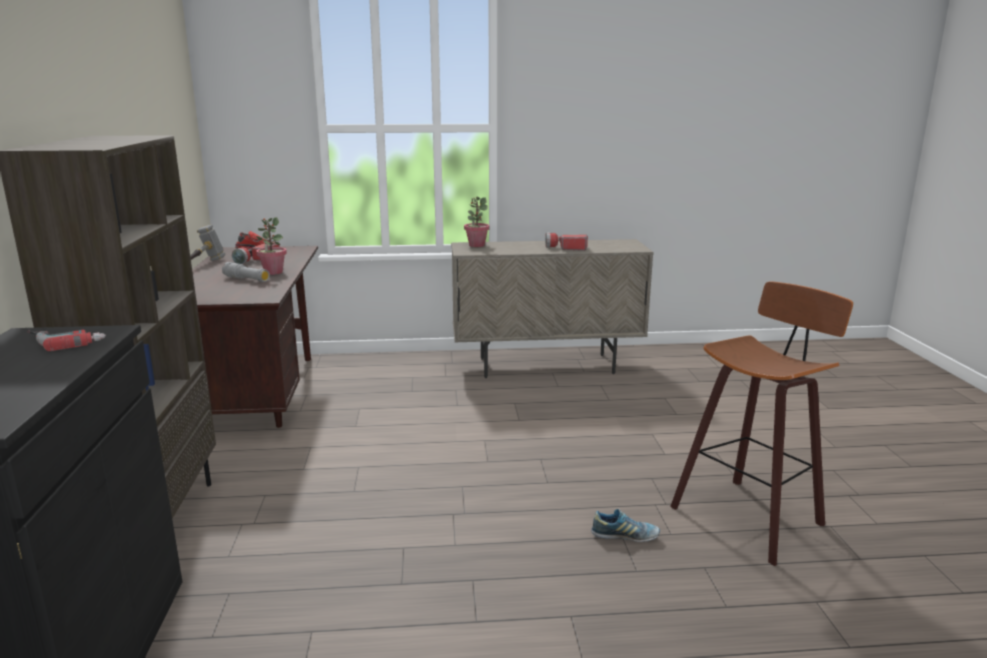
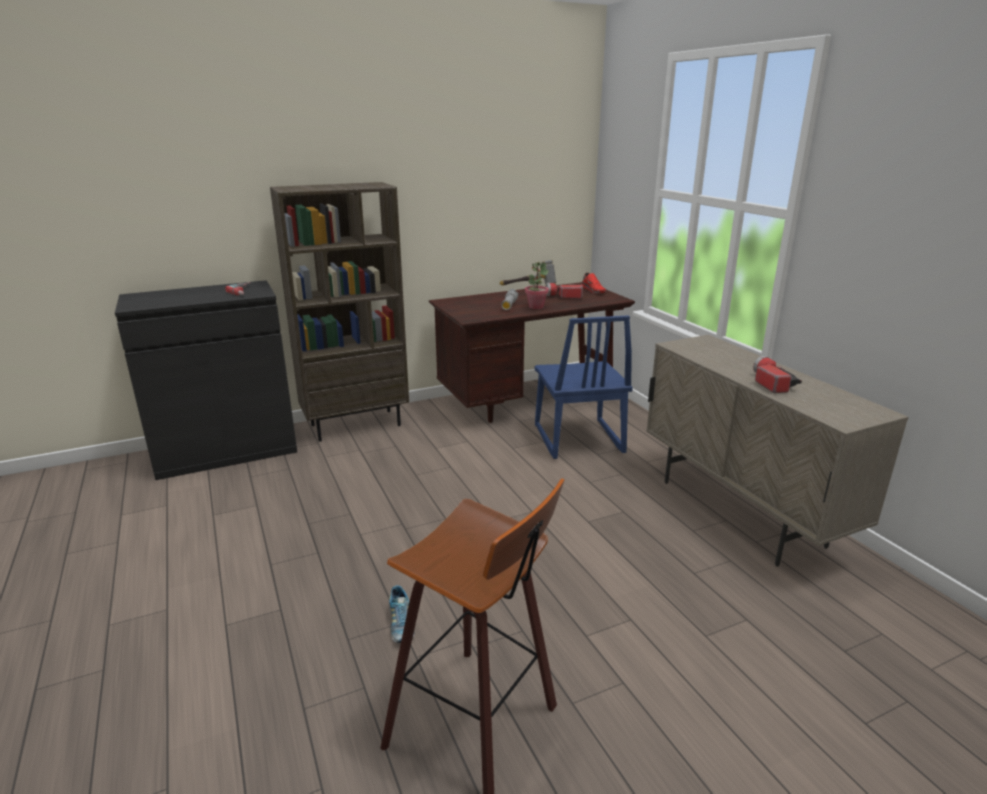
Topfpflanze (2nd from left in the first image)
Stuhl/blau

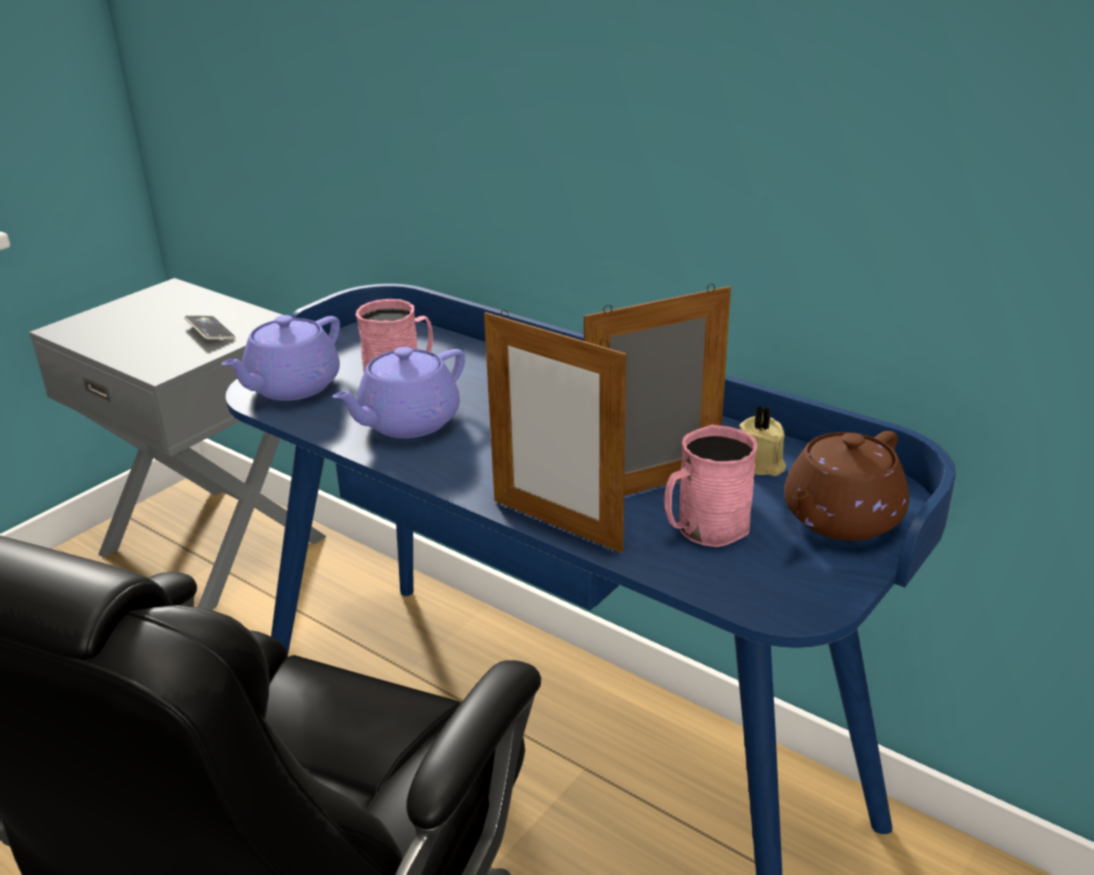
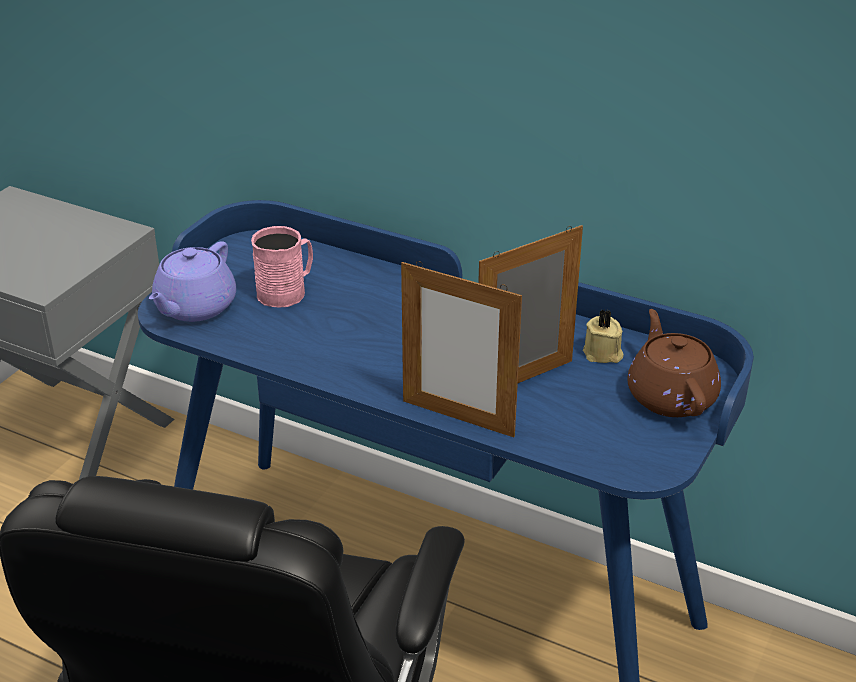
Handy
Teekanne/lila (2nd from left in the first image)
Henkelbecher/rosa (2nd from left in the first image)
Teekanne/braun

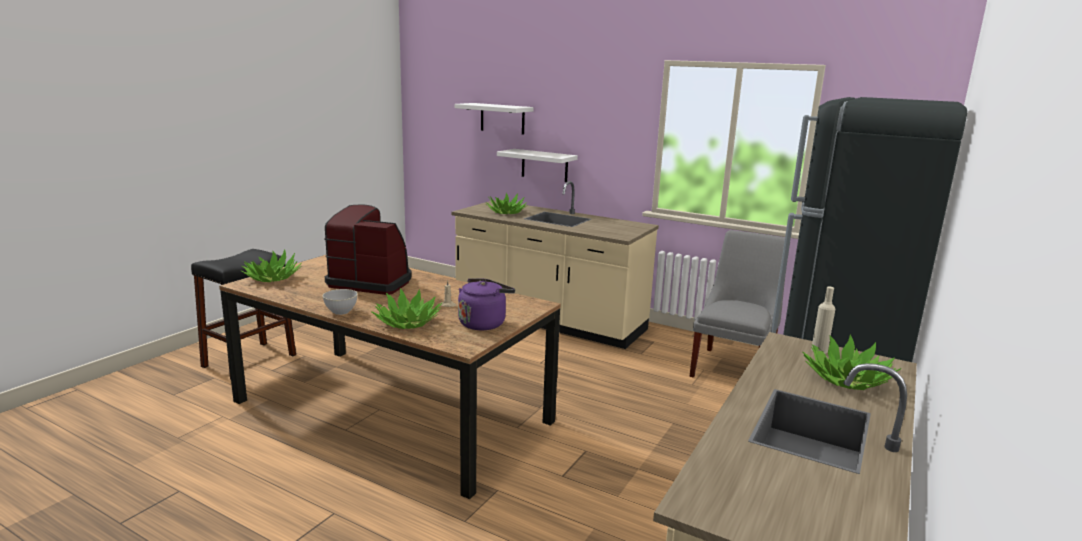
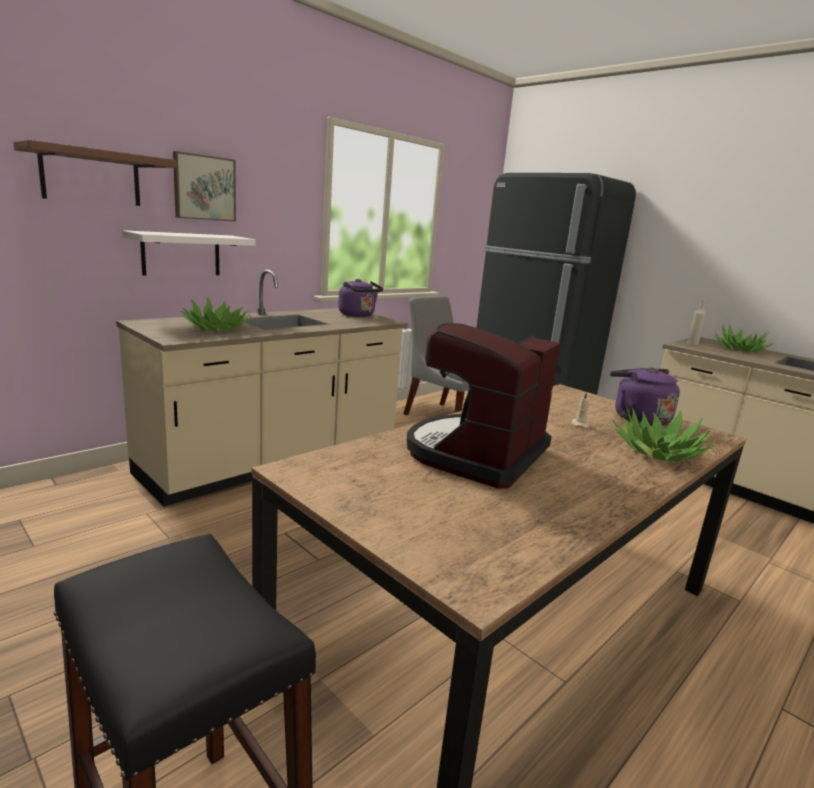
Wandregal/braun
Topfpflanze (1st from left in the first image)
Schüssel/grau
Bild
Wasserkessel/lila (1st from left)

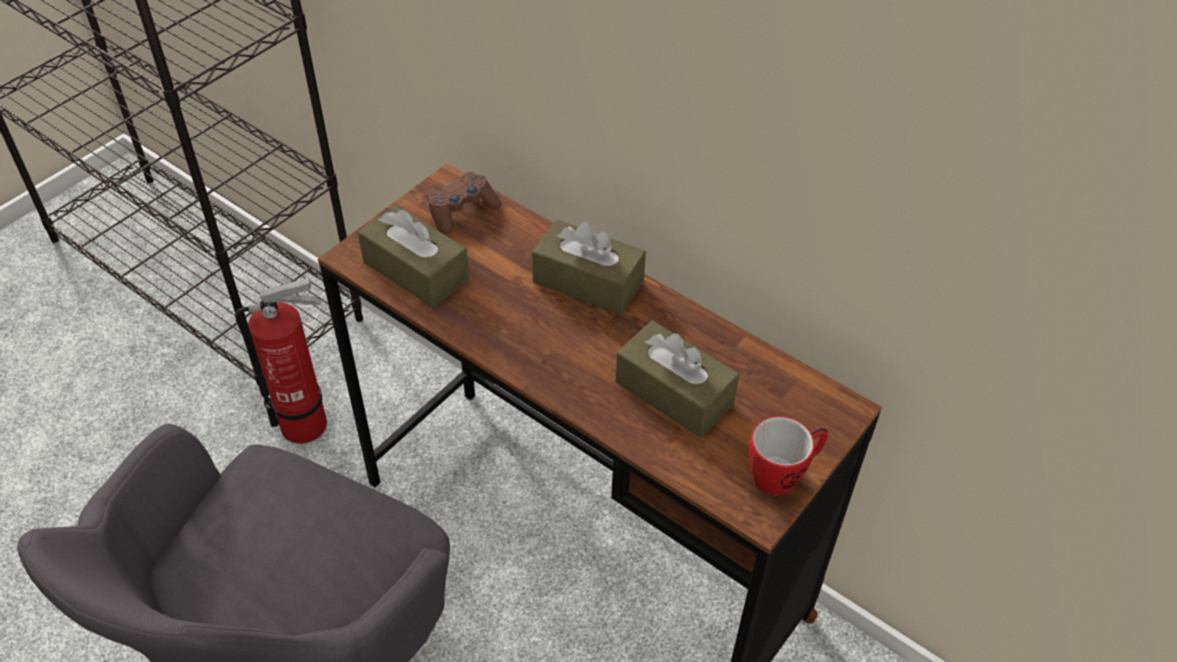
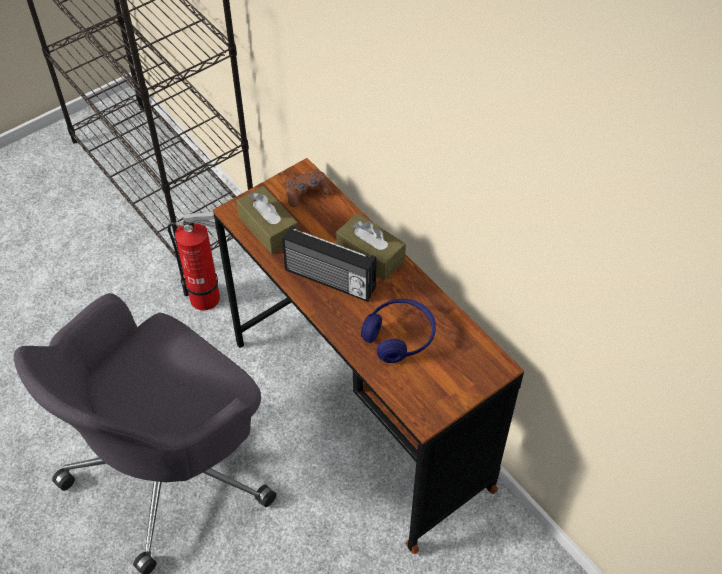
Kopfhörer/blau
Henkelbecher
Radio

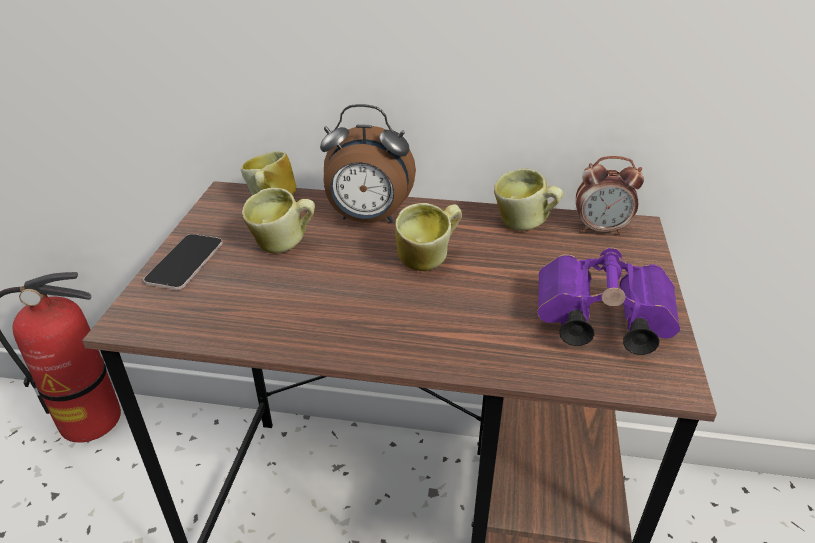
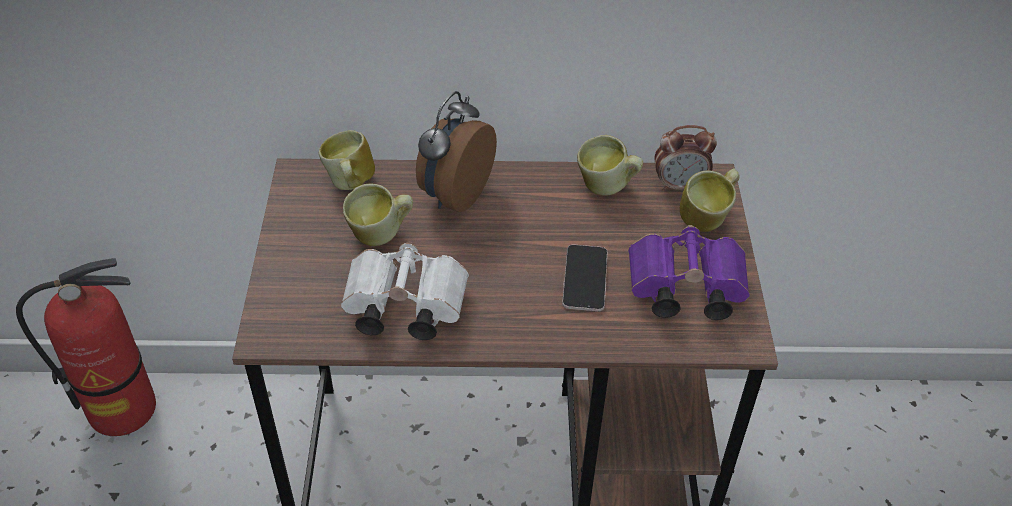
Wecker (1st from left)
Henkelbecher (4th from left)
Handy
Fernglas/weiß

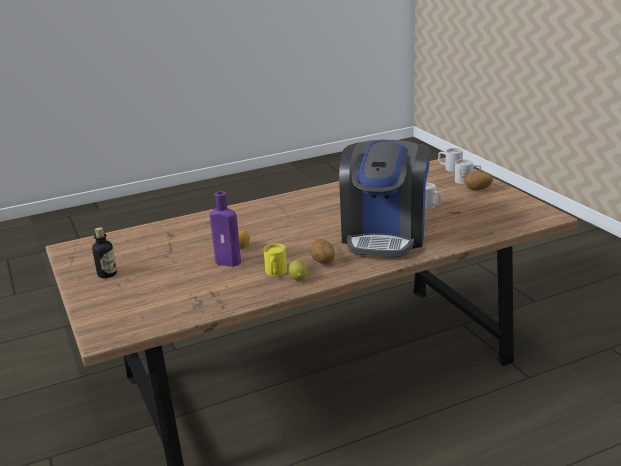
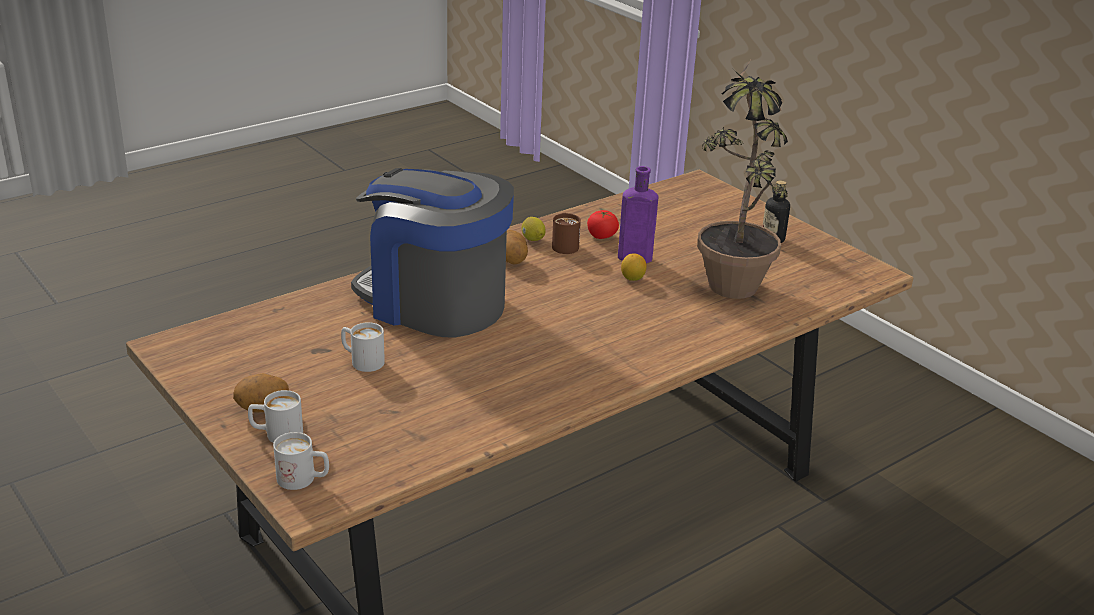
Kaffeemaschine
Henkelbecher/braun
Topfpflanze
Tomate

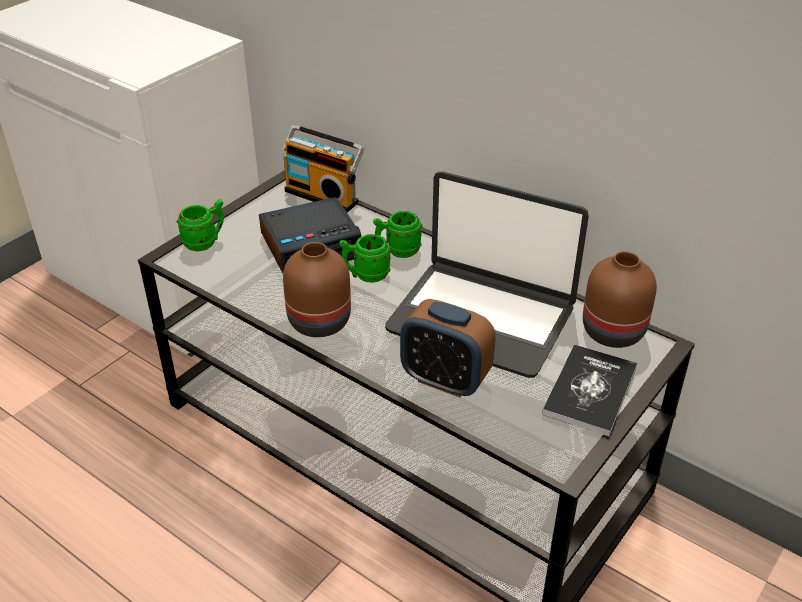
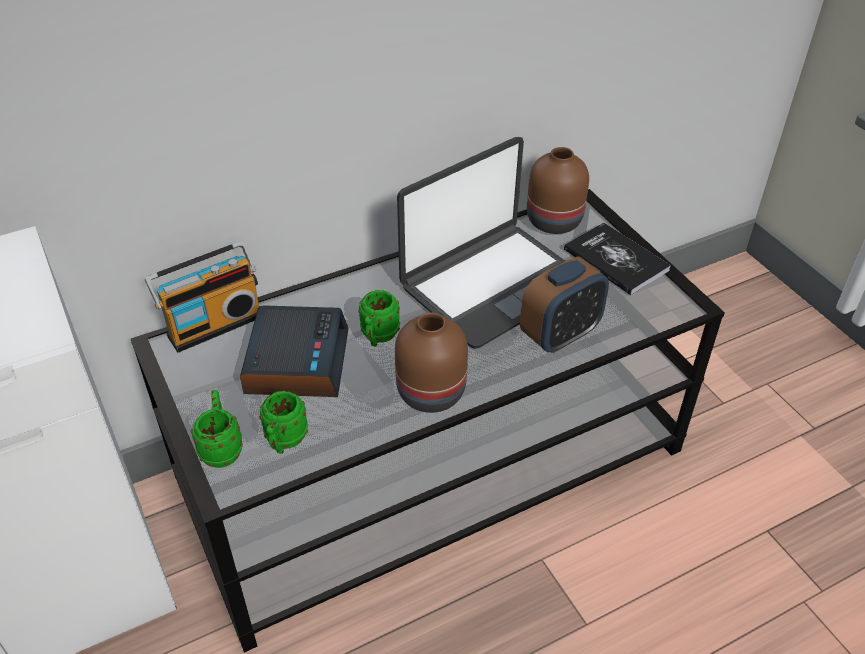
Henkelbecher/grün (2nd from left)

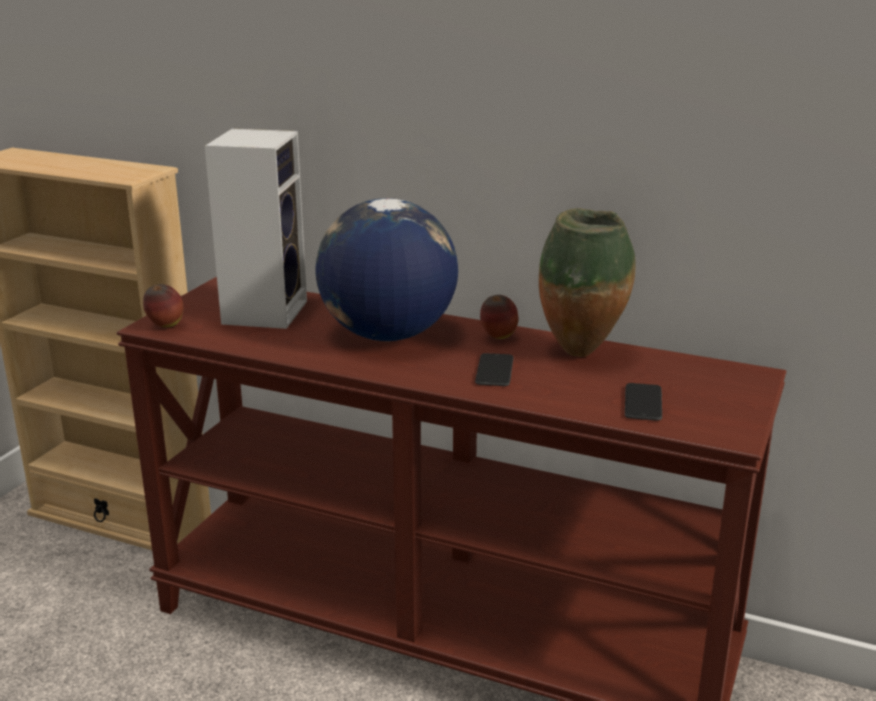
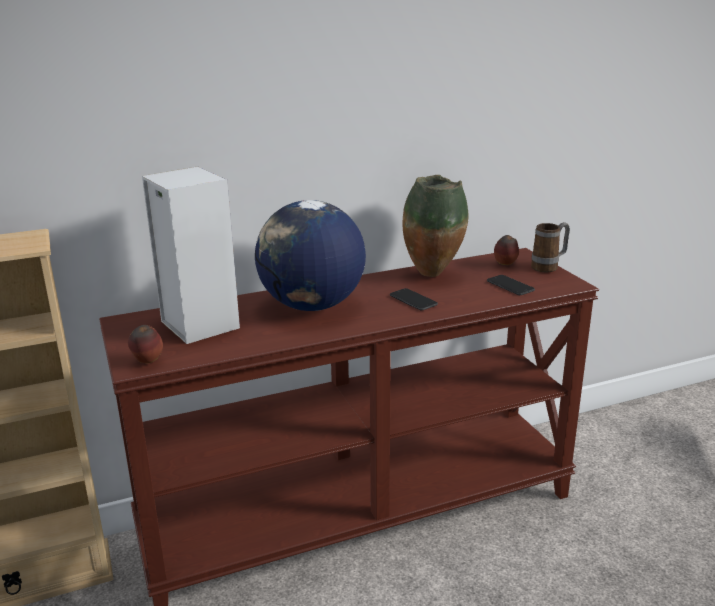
Apfel (2nd from left)
Henkelbecher

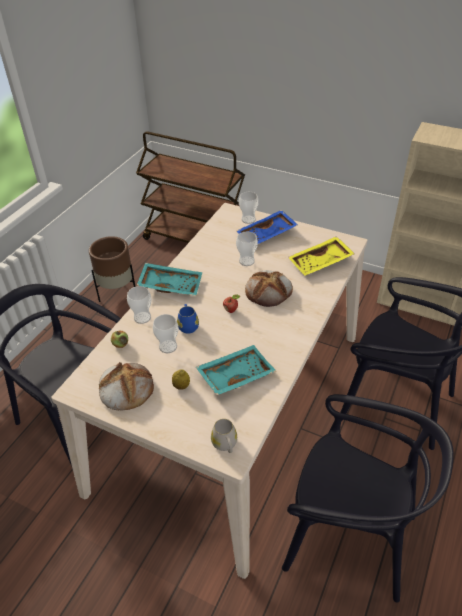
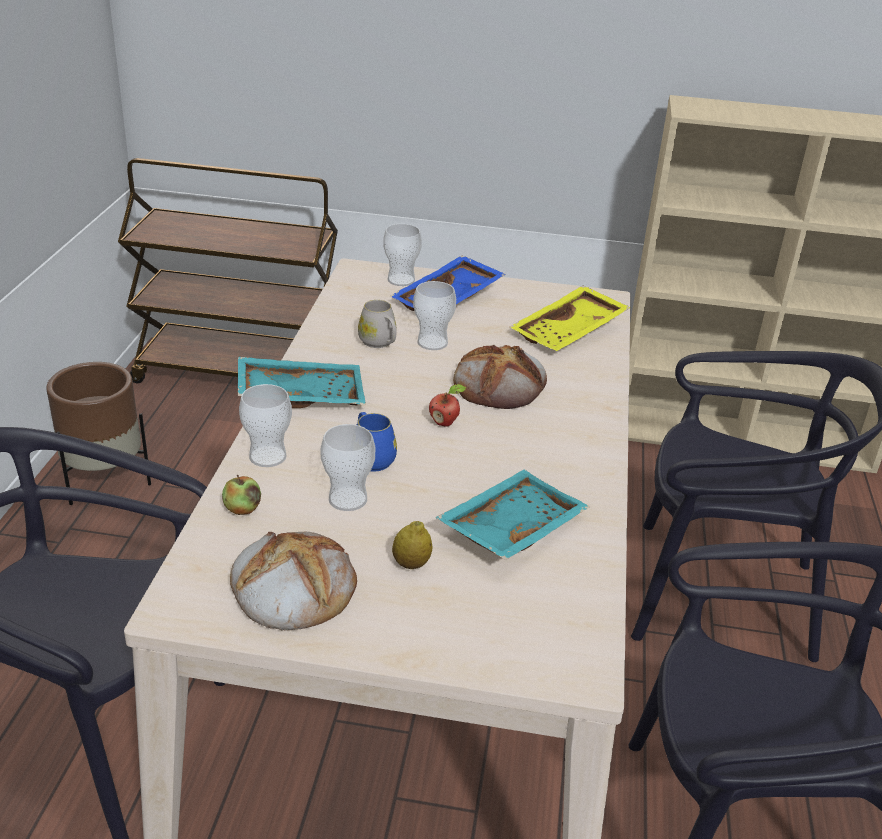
Henkelbecher/weiß

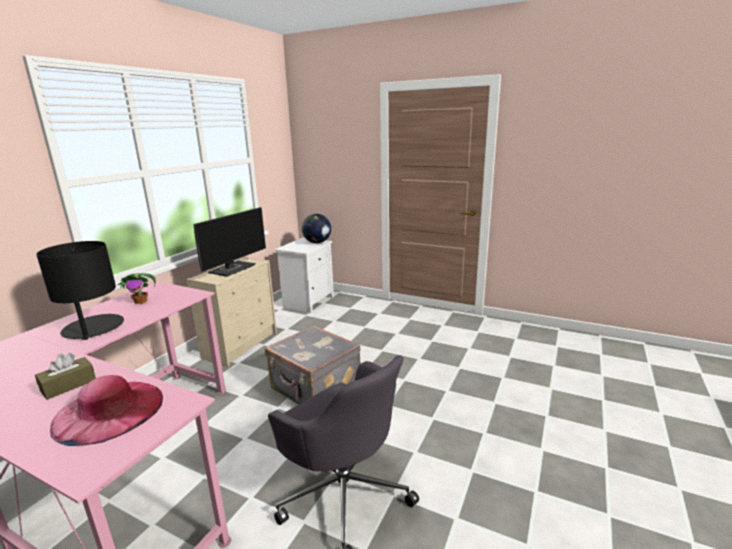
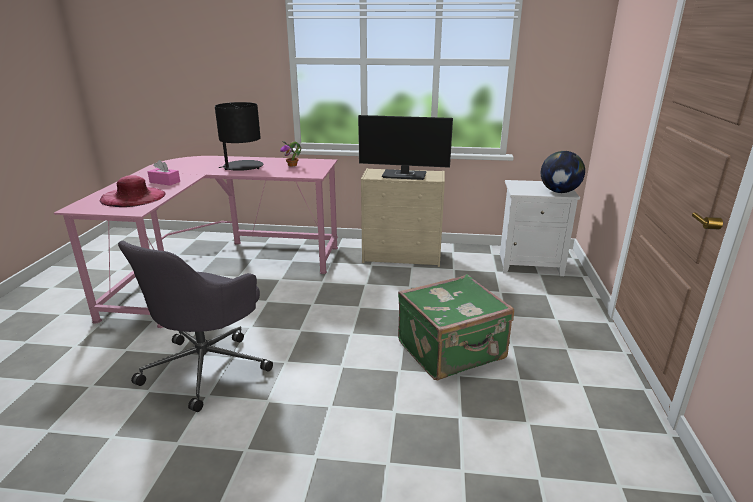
Koffer/grau
Taschentuchbox/rosa
Koffer/grün

